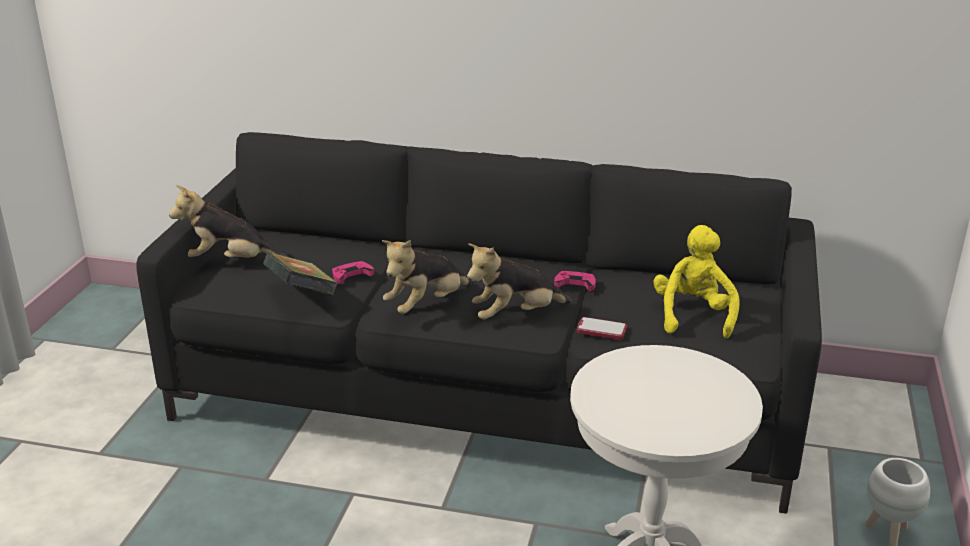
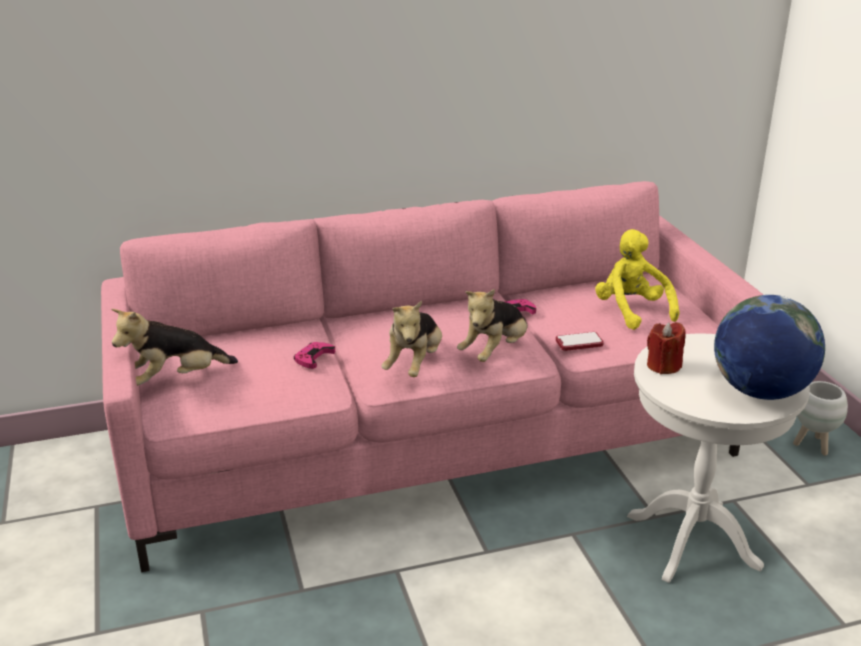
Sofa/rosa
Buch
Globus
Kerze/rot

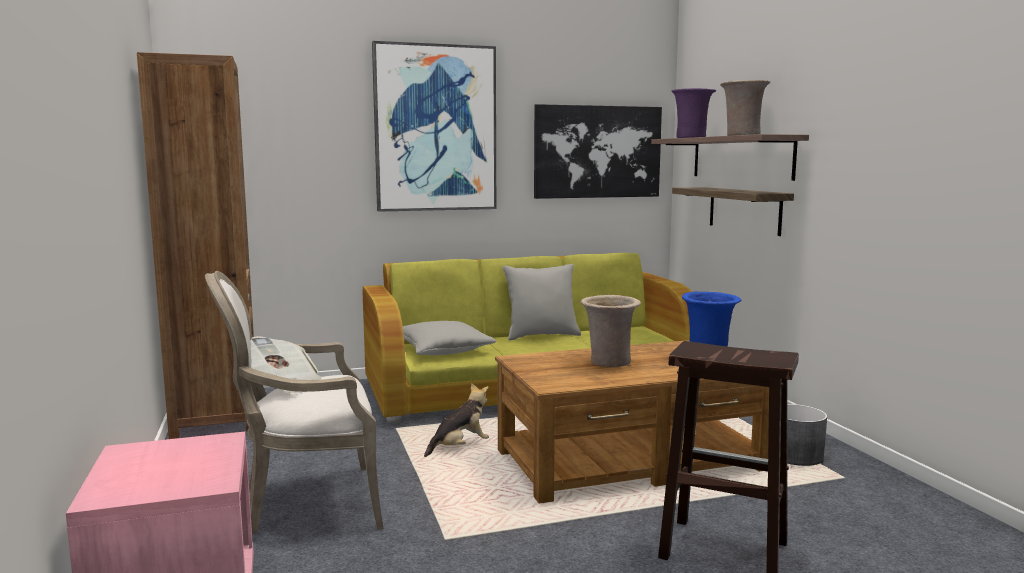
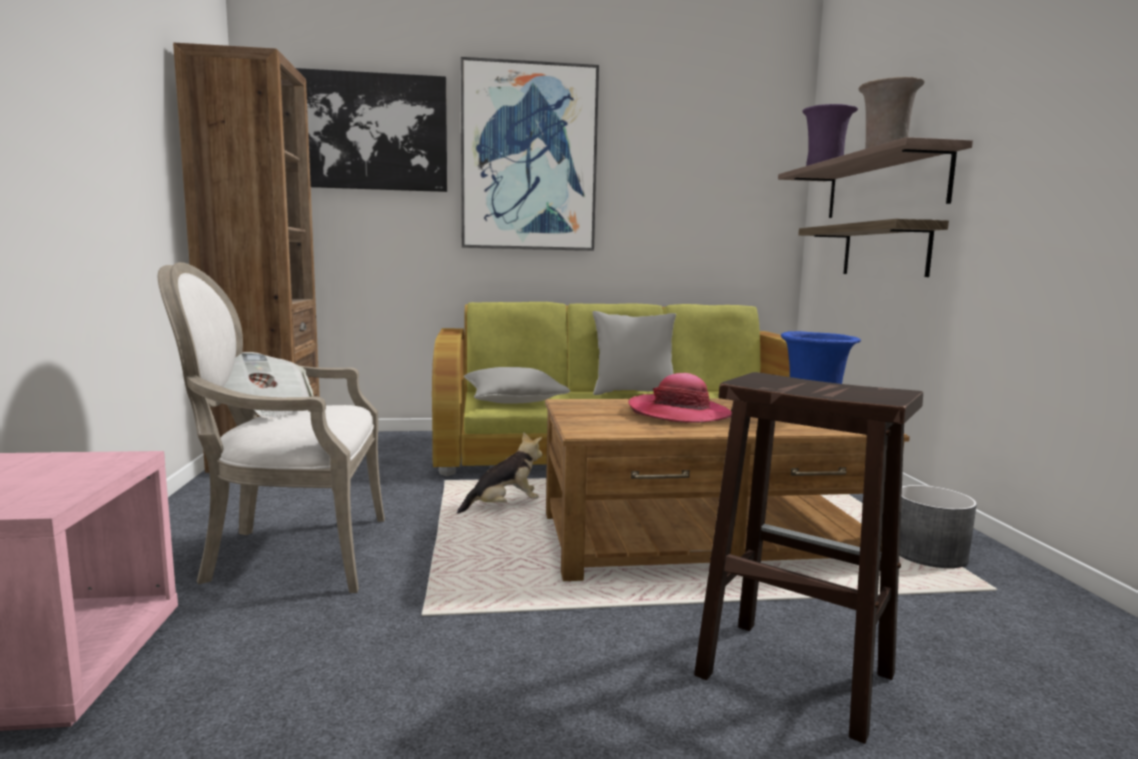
Bild (1st from left)
Hut

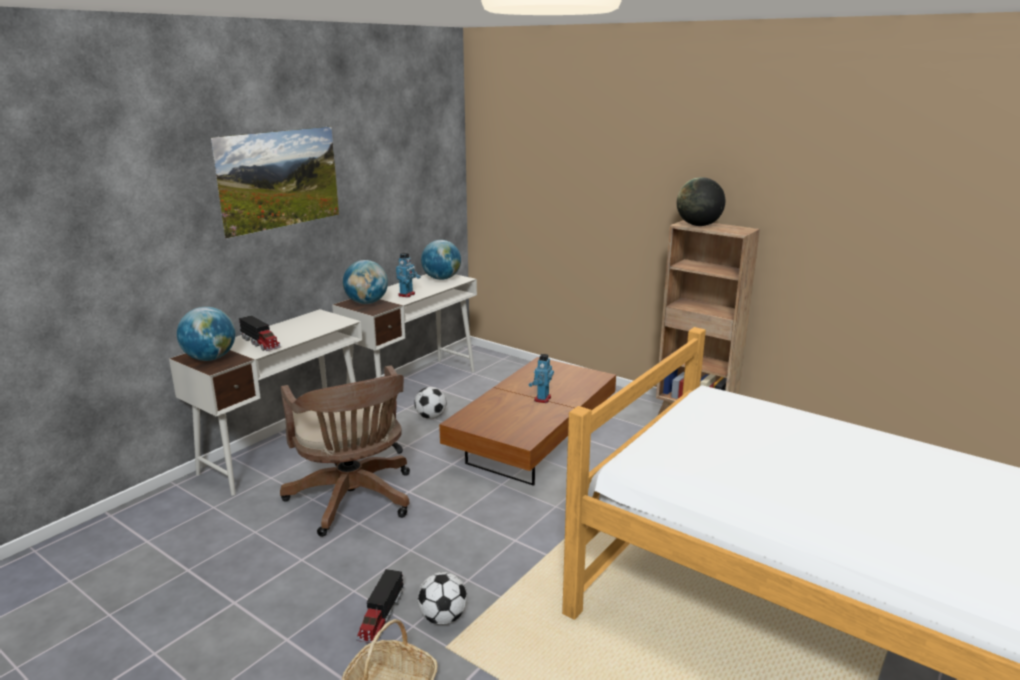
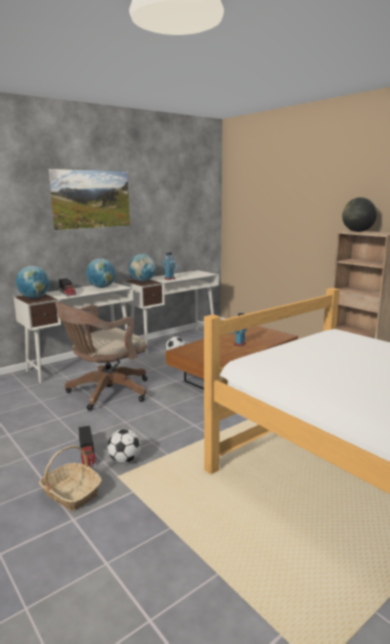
Globus (2nd from left)
Bürostuhl/braun
Spielzeuglaster (2nd from left)

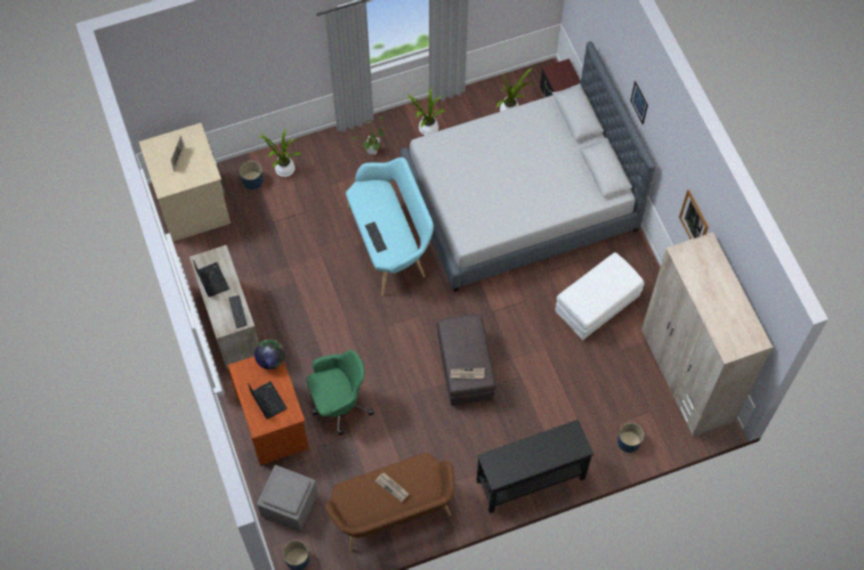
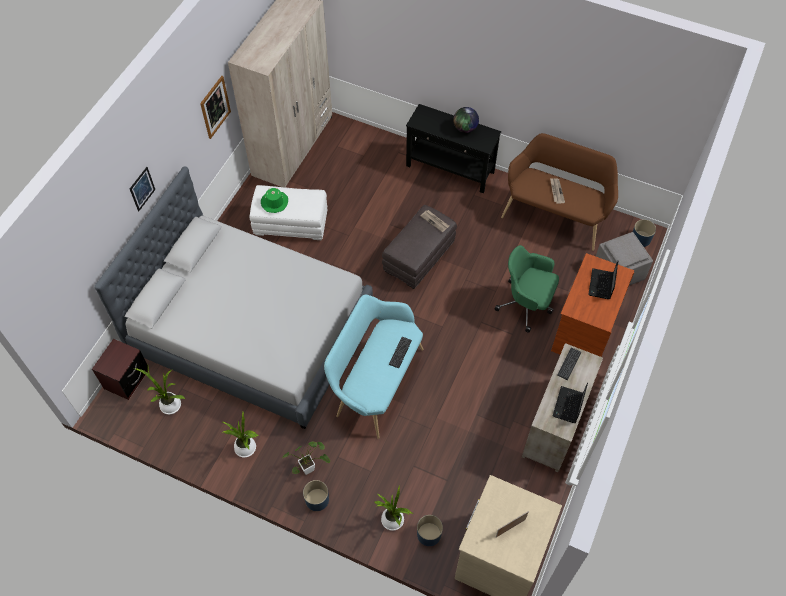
Globus
Pflanzkübel/blau (1st from left)
Hut/grün

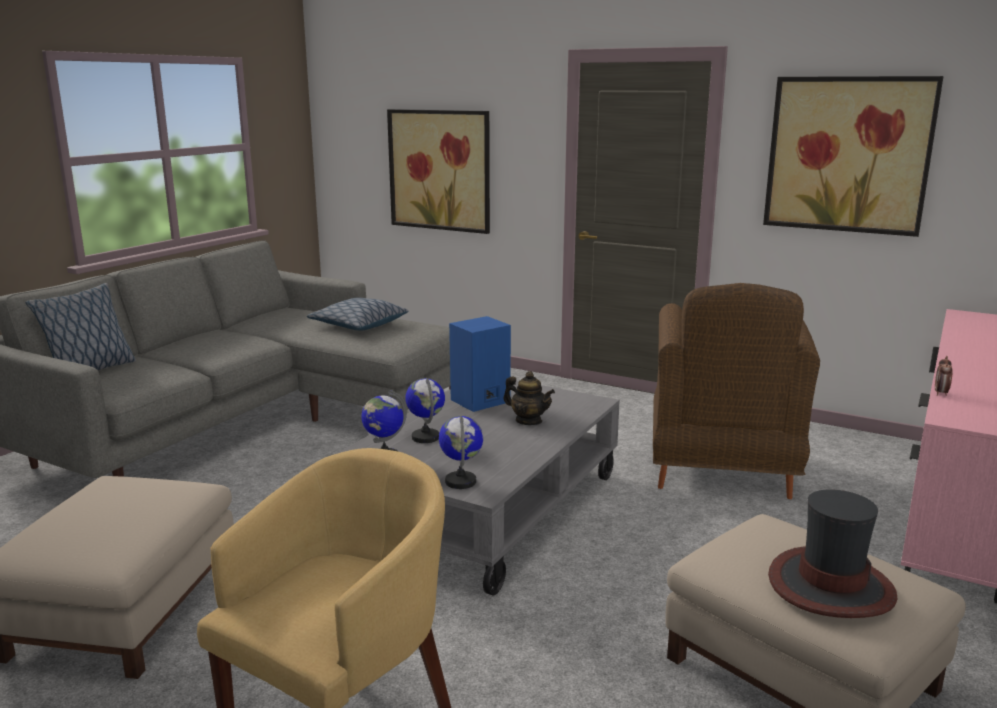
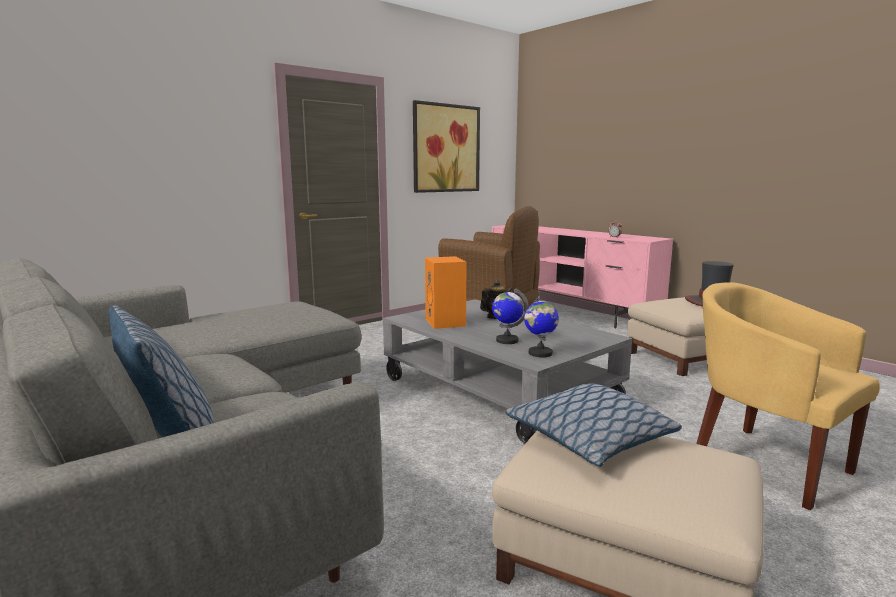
Bild (1st from left in the first image)
Kissen (2nd from left)
Lautsprecher/orange
Globus (3rd from left in the first image)

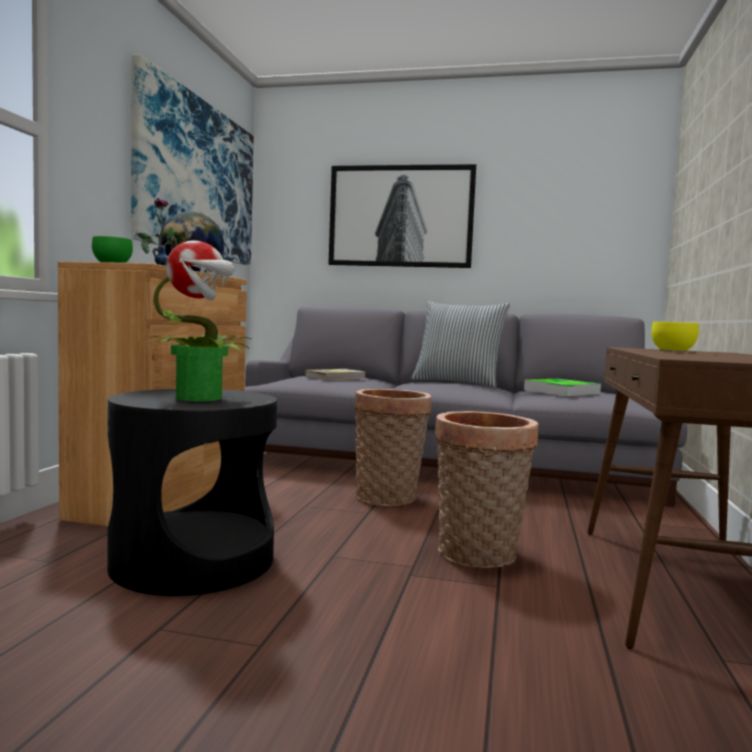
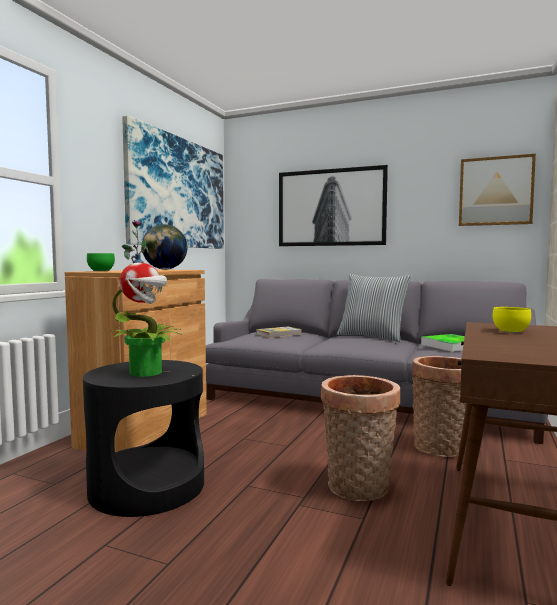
Korb (2nd from left)
Bild (3rd from left)

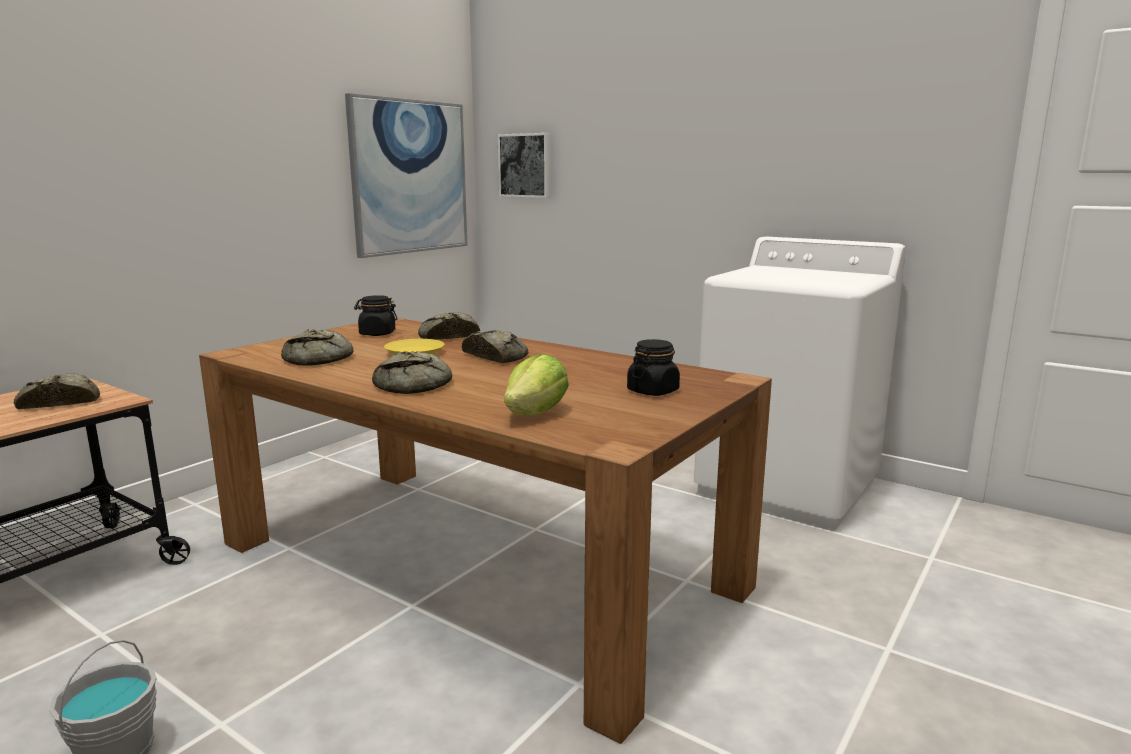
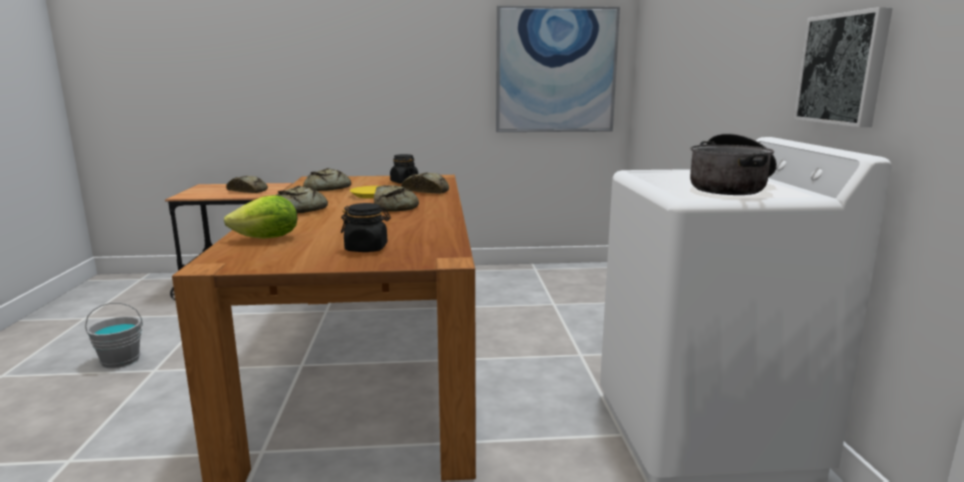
Bild (2nd from left)
Kochtopf

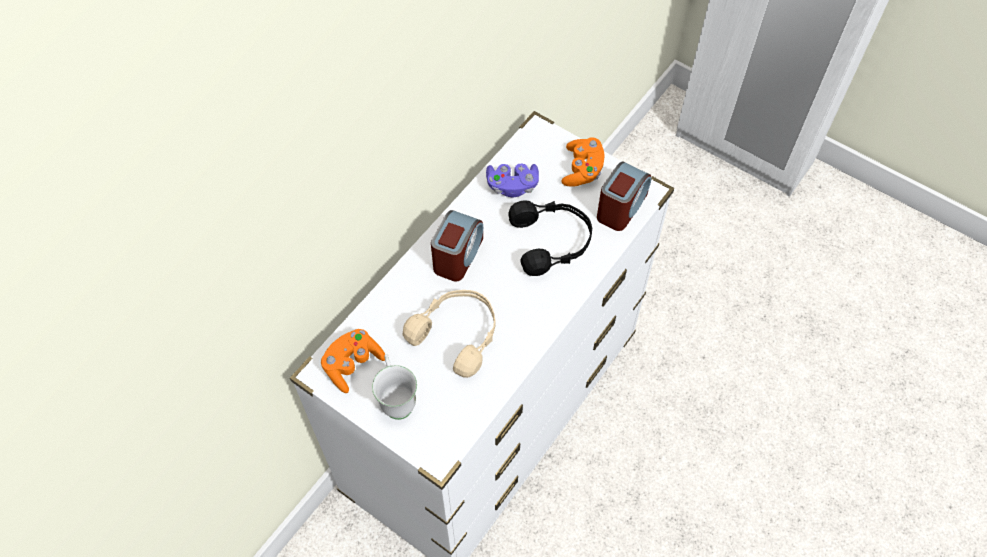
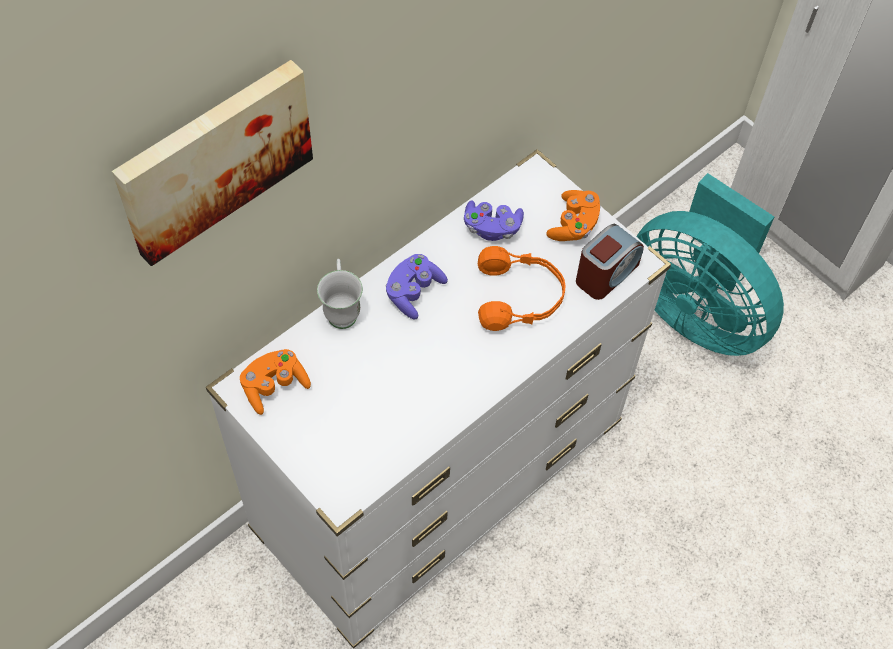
Kopfhörer/orange
Gamepad/lila (1st from left)
Kopfhörer/beige
Henkelbecher/weiß
Bild
Ventilator/türkis

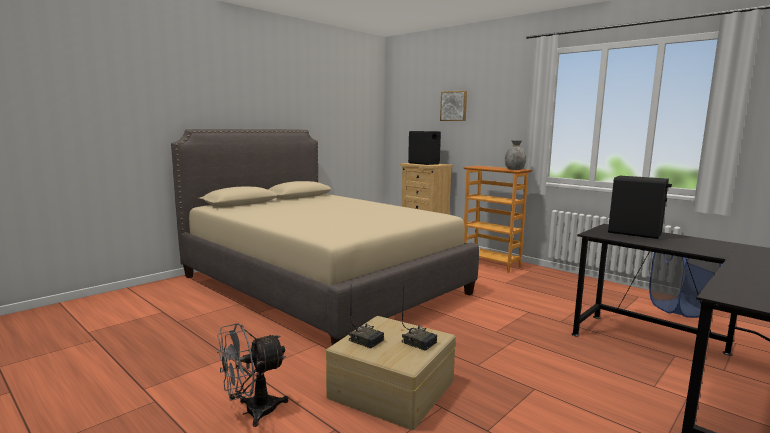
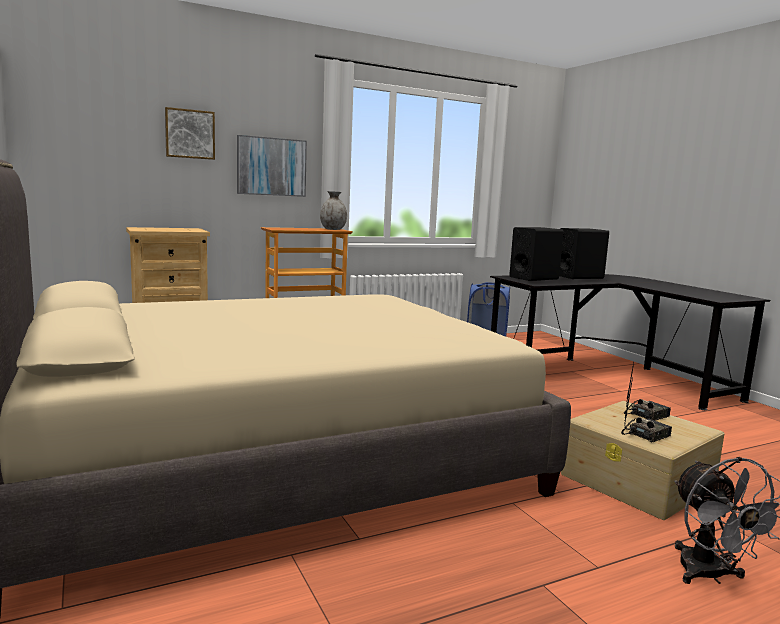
Lautsprecher/schwarz (2nd from left)
Bild (2nd from left)

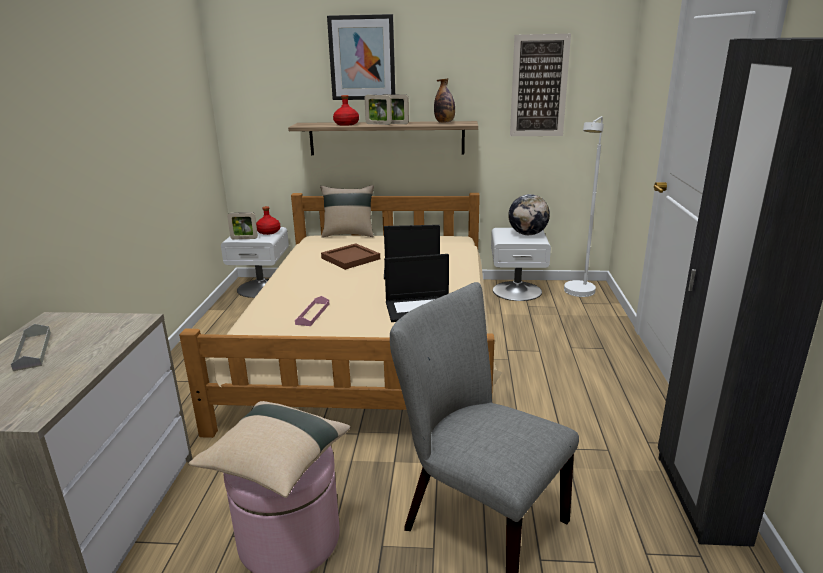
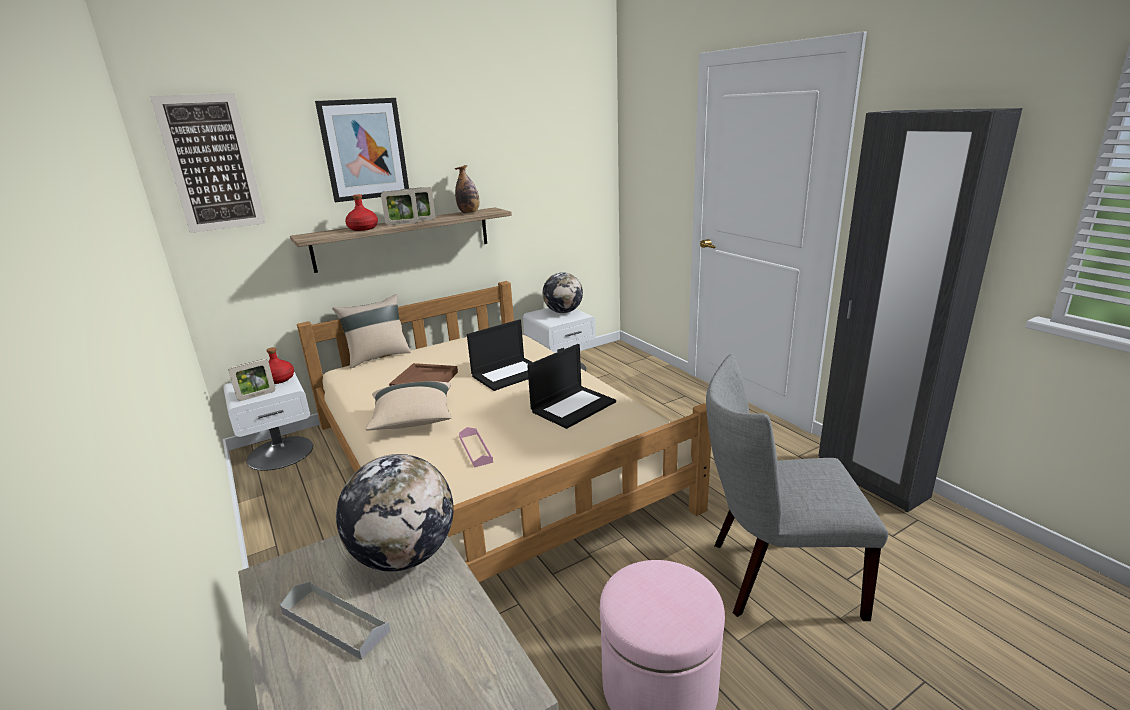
Bild (1st from left)
Stehlampe/weiß
Kissen/beige (2nd from left)
Globus (1st from left)

